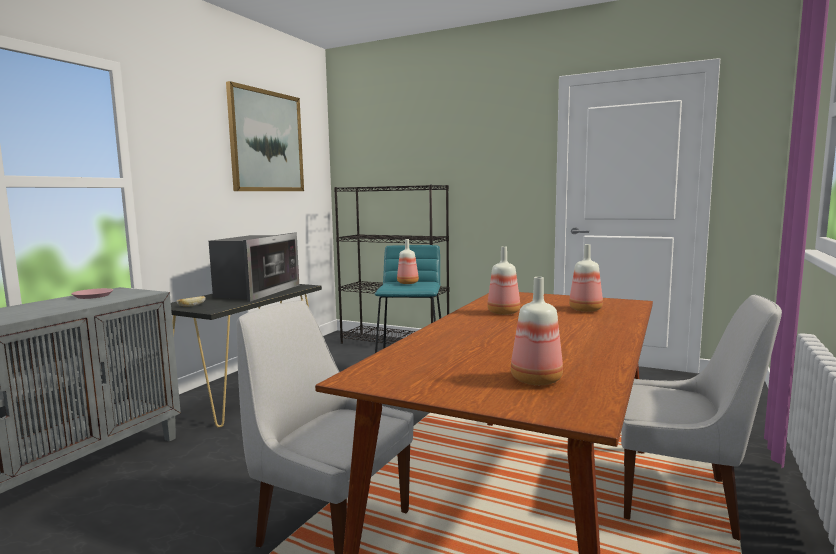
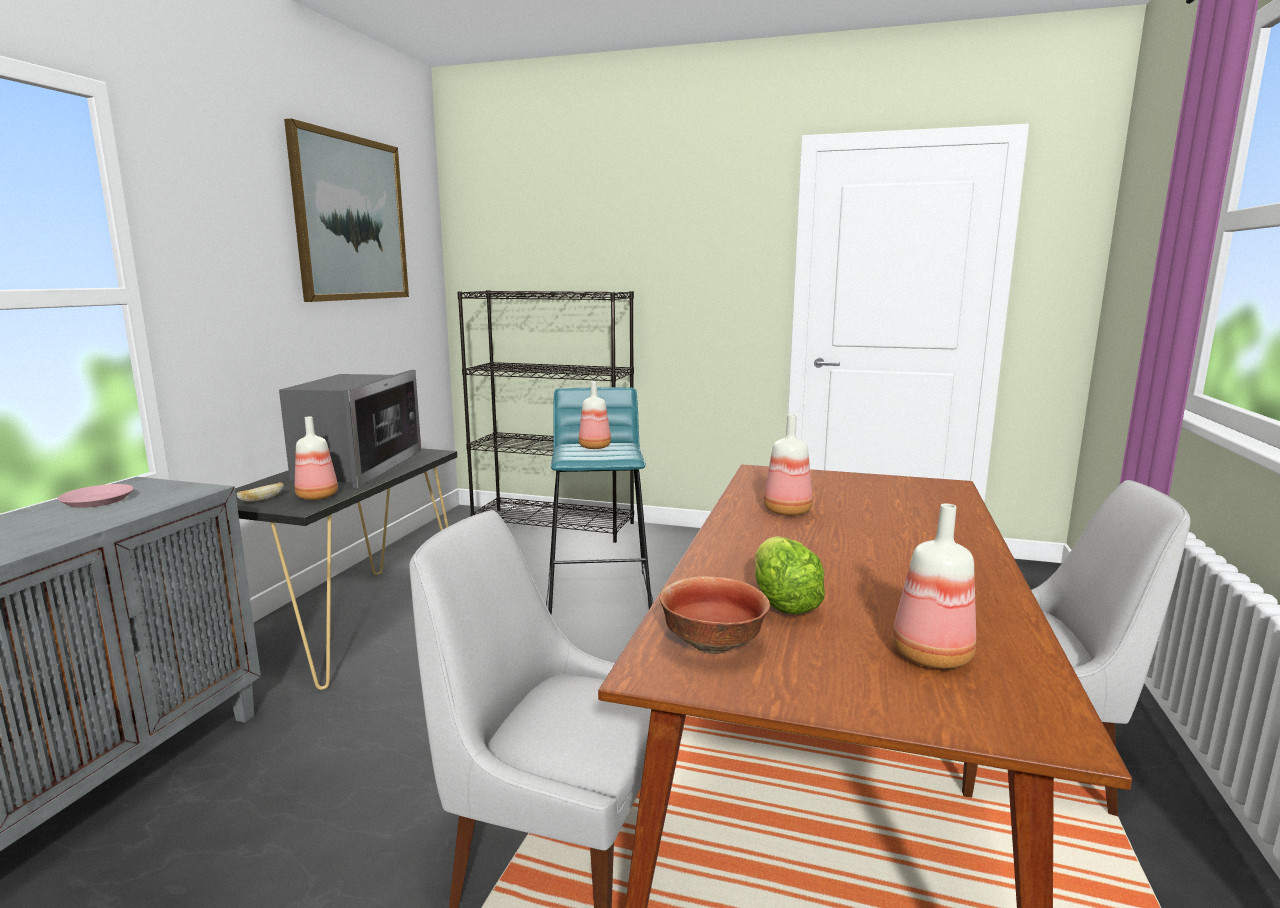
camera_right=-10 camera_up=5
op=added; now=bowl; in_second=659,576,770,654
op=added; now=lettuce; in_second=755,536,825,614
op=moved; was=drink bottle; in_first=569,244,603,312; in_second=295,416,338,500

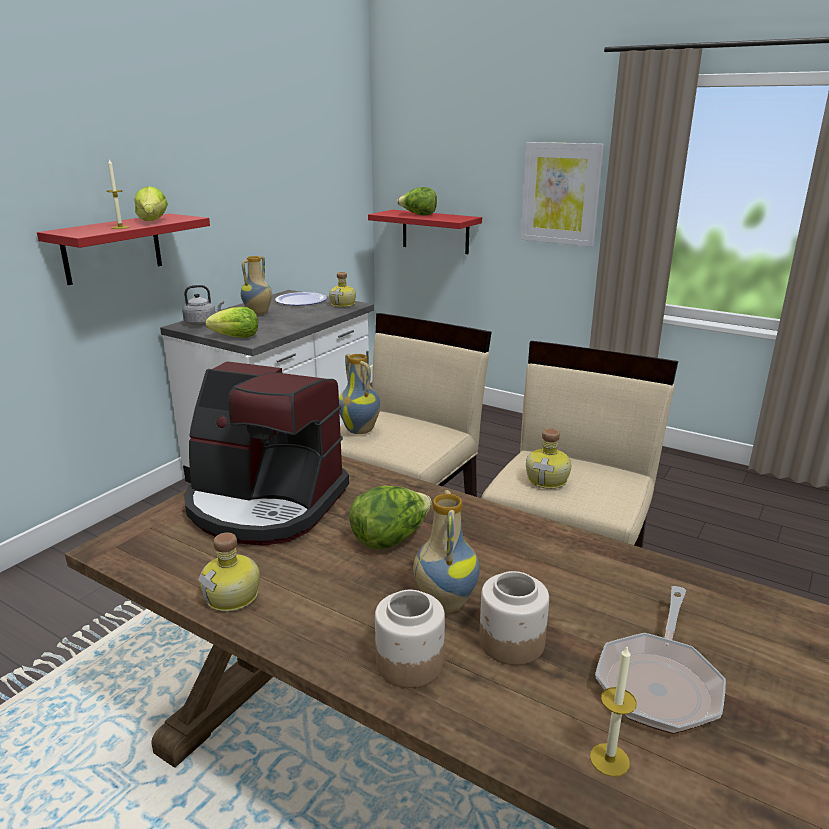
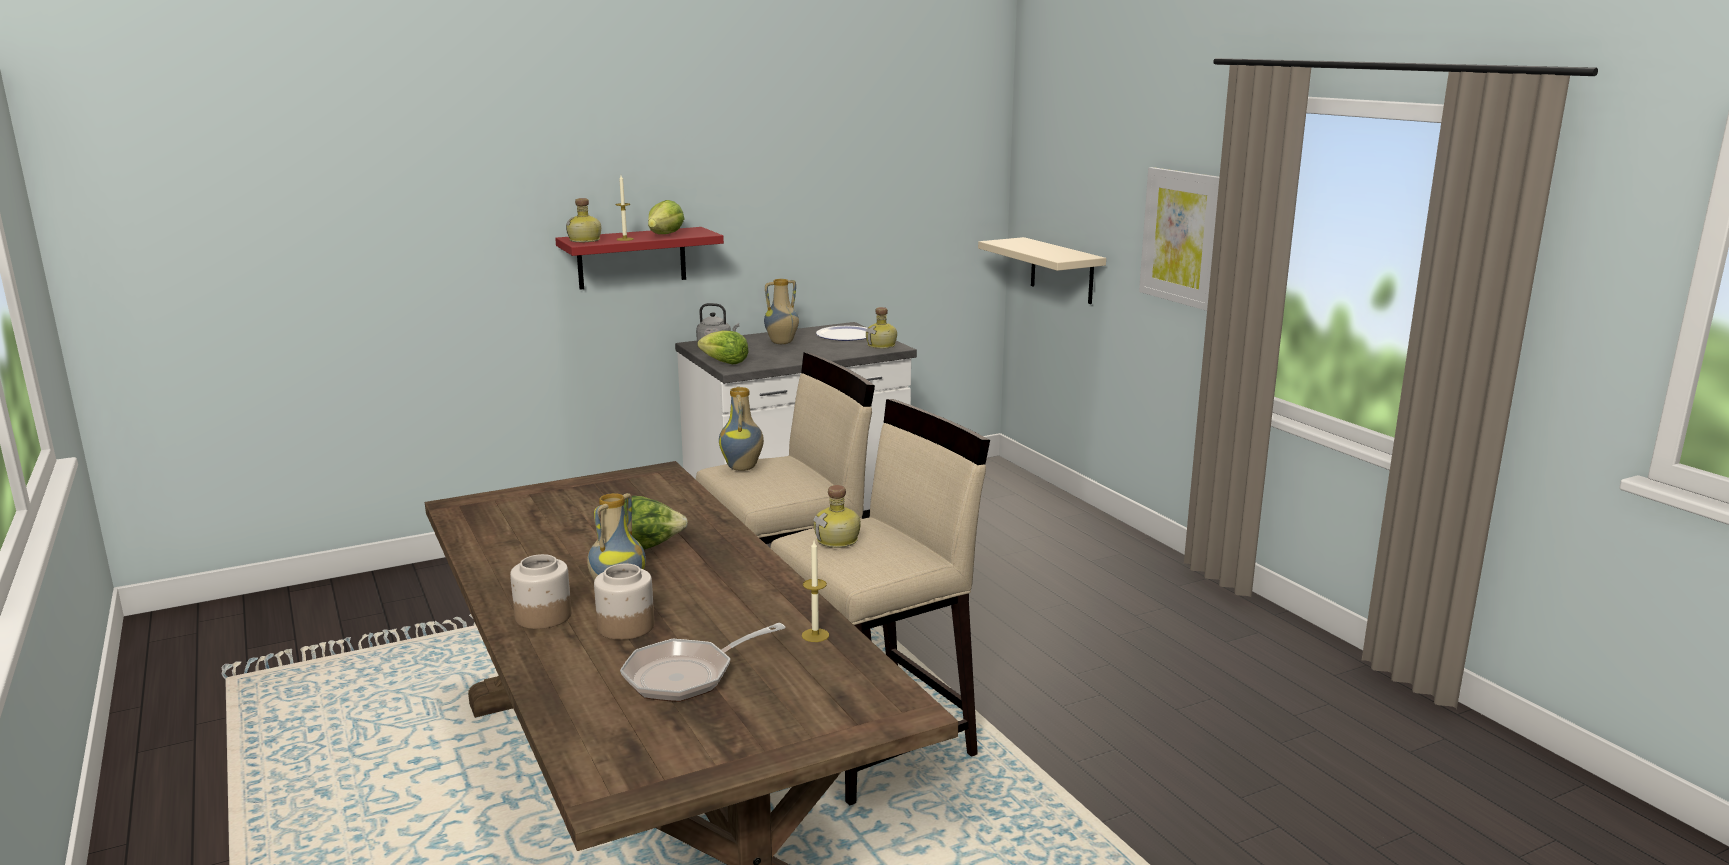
camera_right=30 camera_up=-5
op=removed; was=coffee maker; in_first=184,361,349,546
op=removed; was=lettuce; in_first=397,187,437,216
op=moved; was=drink bottle; in_first=199,532,260,612; in_second=566,198,601,242
op=moved; was=candle; in_first=590,647,637,777; in_second=802,541,829,642
op=recoloured; was=red wall shelf; now=sand-coloured wall shelf; in_first=368,210,482,254; in_second=978,237,1106,304

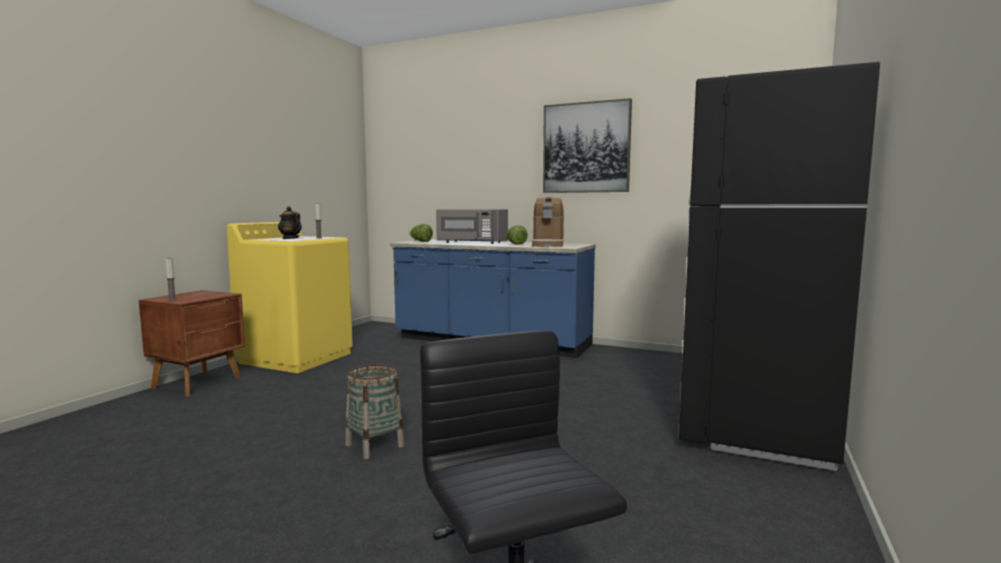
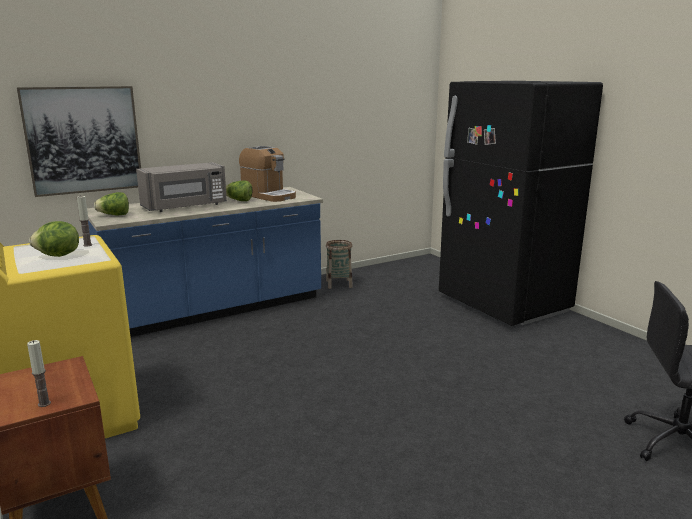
camera_right=-55 camera_up=10
op=moved; was=household basket; in_first=345,364,404,459; in_second=326,240,353,289
op=moved; was=wall art; in_first=543,98,632,193; in_second=17,86,141,197
op=replaced; was=pot for tea; now=lettuce; in_first=278,206,302,239; in_second=29,221,79,257

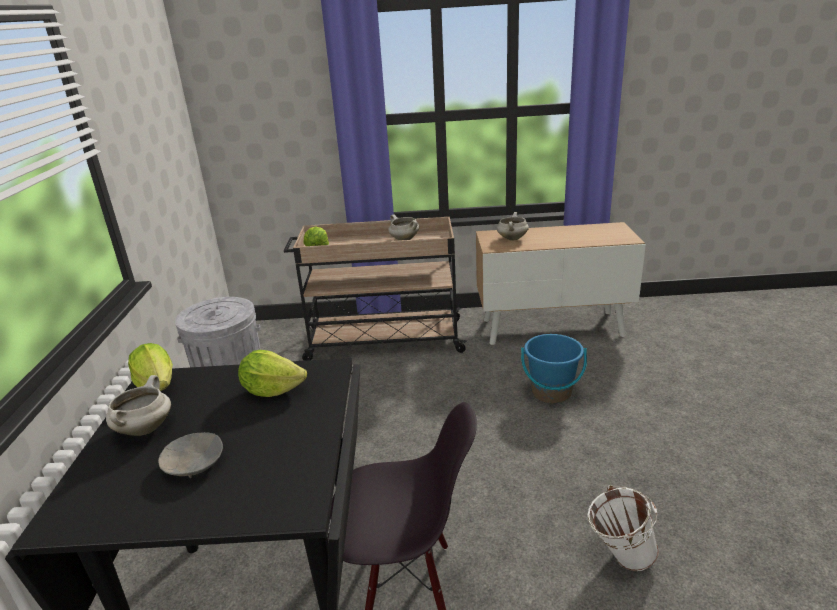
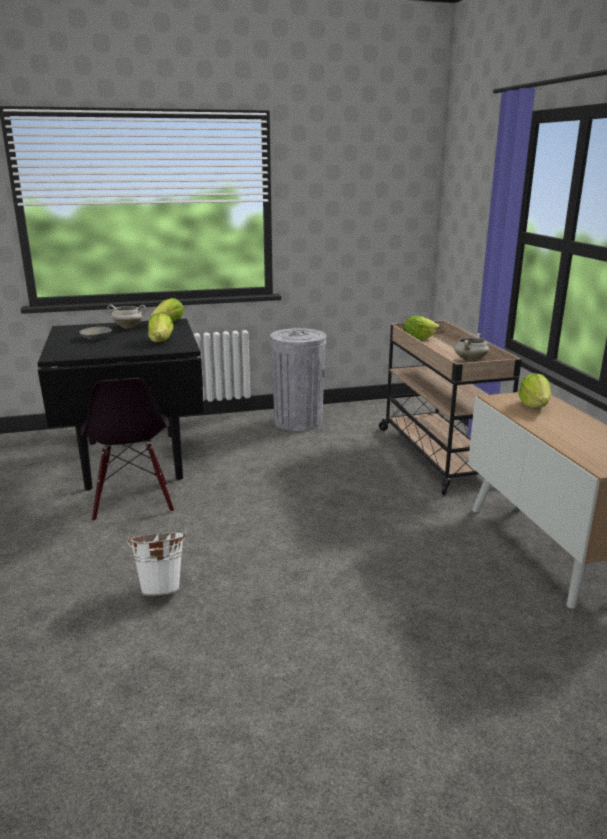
camera_right=75 camera_up=-5
op=removed; was=blue-coloured bucket; in_first=521,334,587,403
op=replaced; was=whitish cooking pot; now=lettuce; in_first=497,212,529,240; in_second=519,373,551,408

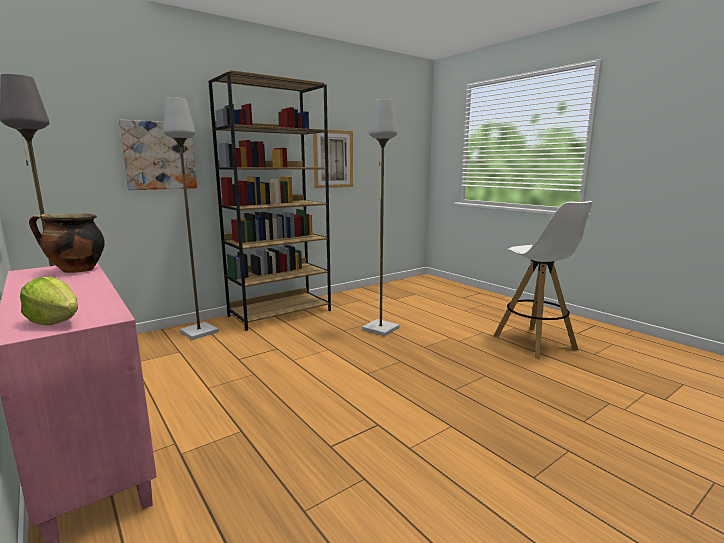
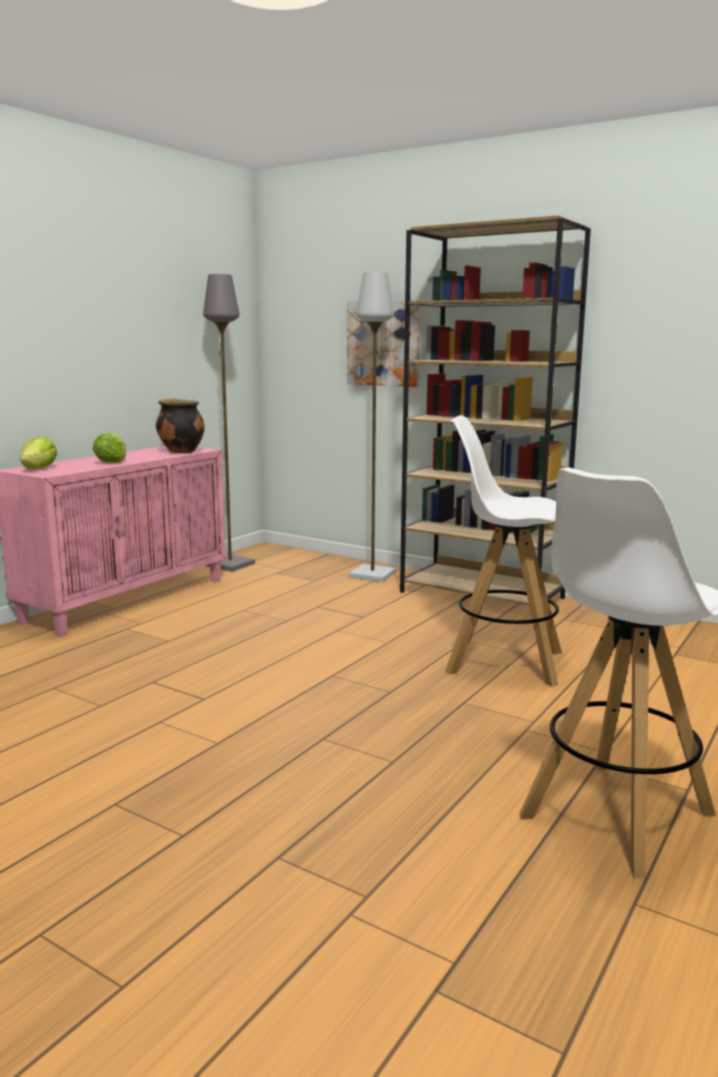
camera_right=70 camera_up=0
op=removed; was=wall art; in_first=313,129,353,188
op=added; now=lettuce; in_second=93,433,126,463
op=replaced; was=grey floor lamp; now=whitish sitting stool; in_first=362,99,399,336; in_second=445,415,562,687

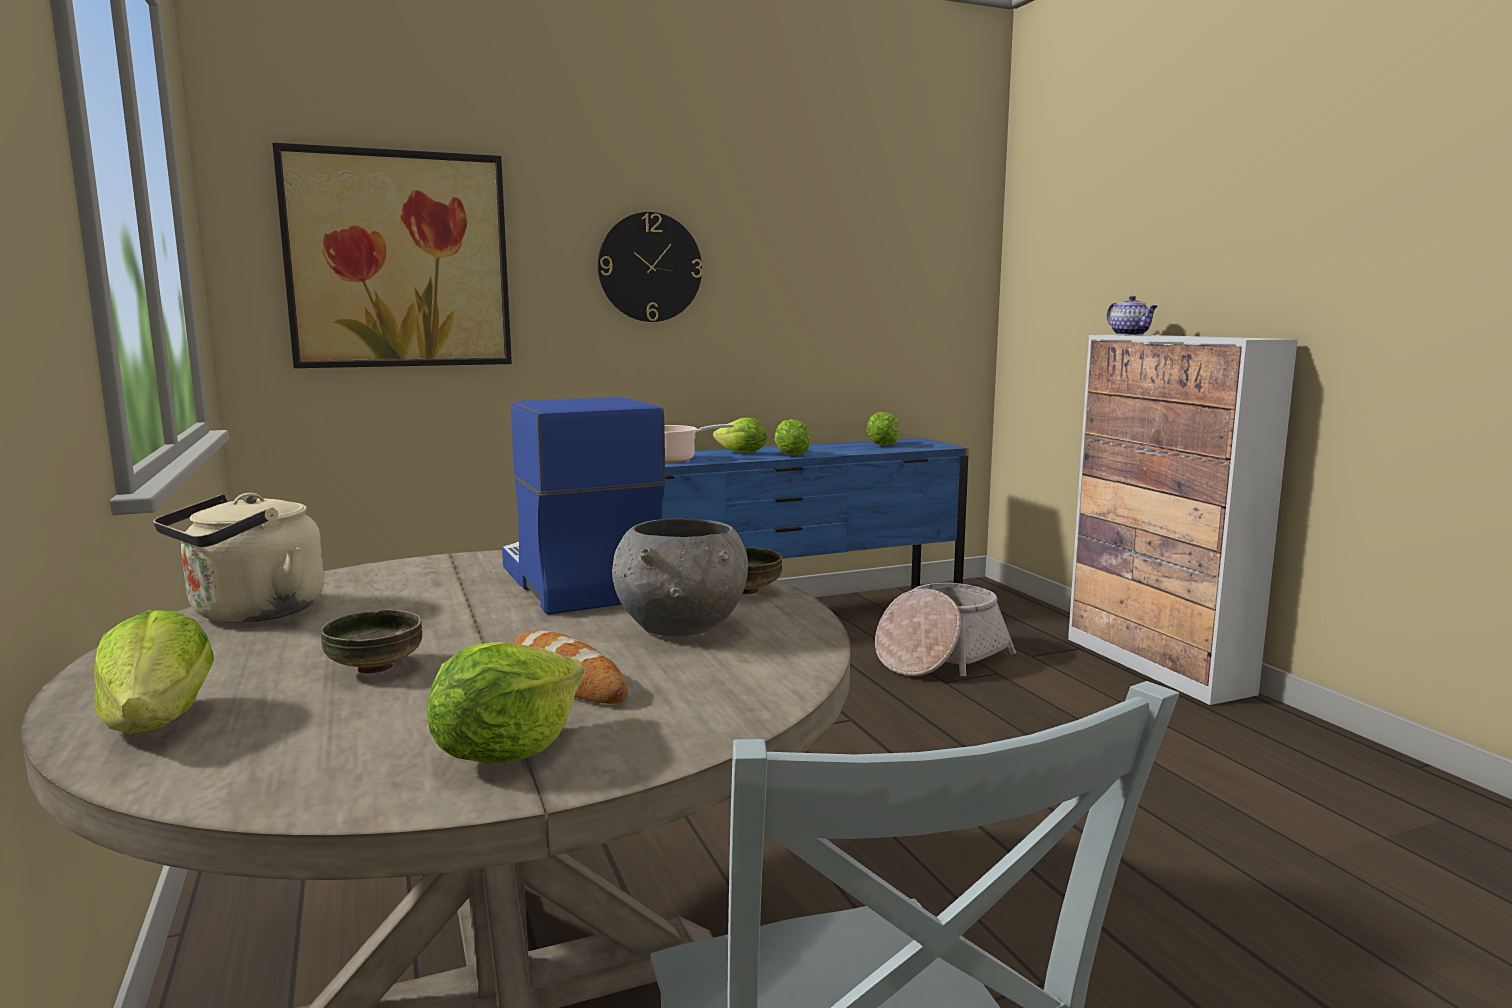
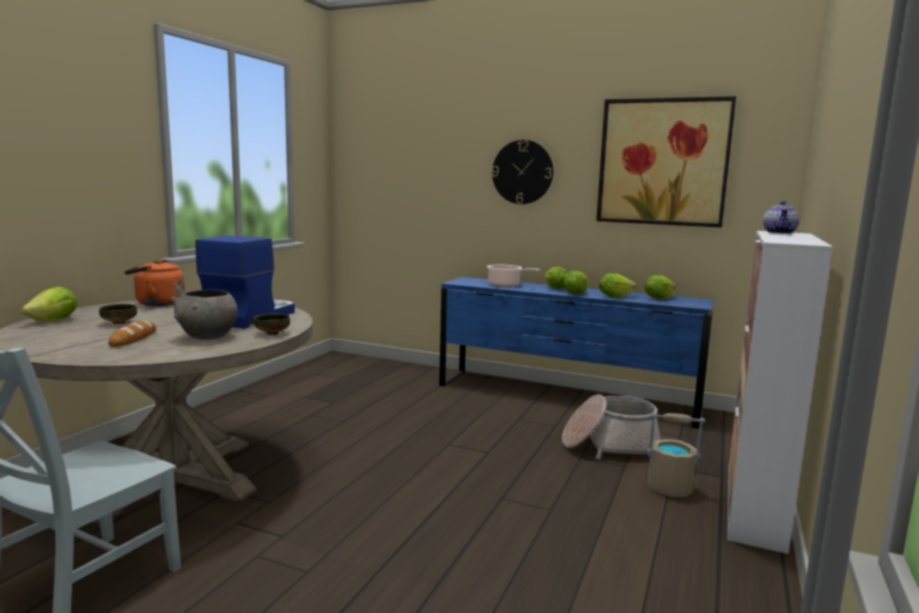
camera_right=45 camera_up=0
op=added; now=sand-coloured bucket; in_second=647,413,705,497
op=moved; was=wall art; in_first=272,143,512,368; in_second=596,96,736,227
op=moved; was=lettuce; in_first=427,642,584,764; in_second=599,273,636,298
op=recoloured; was=sand-coloured water kettle; now=orange water kettle; in_first=153,492,324,623; in_second=124,260,185,306

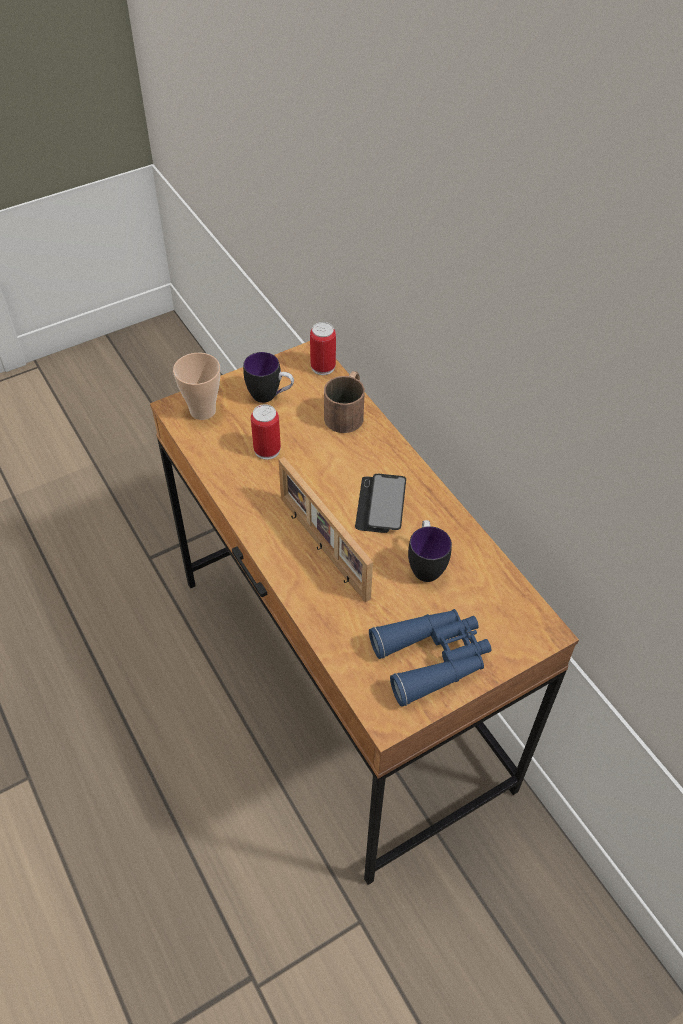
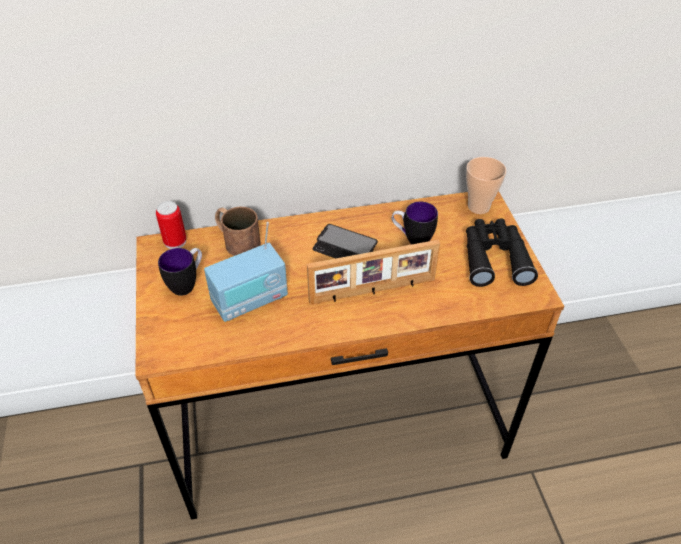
camera_right=-70 camera_up=-5
op=moved; was=small cup; in_first=173,353,220,420; in_second=466,157,507,214
op=replaced; was=sealed can; now=radio set; in_first=251,404,281,460; in_second=204,222,288,322
op=recoloured; was=blue-coloured binoculars; now=black-coloured binoculars; in_first=369,609,491,707; in_second=466,218,538,287

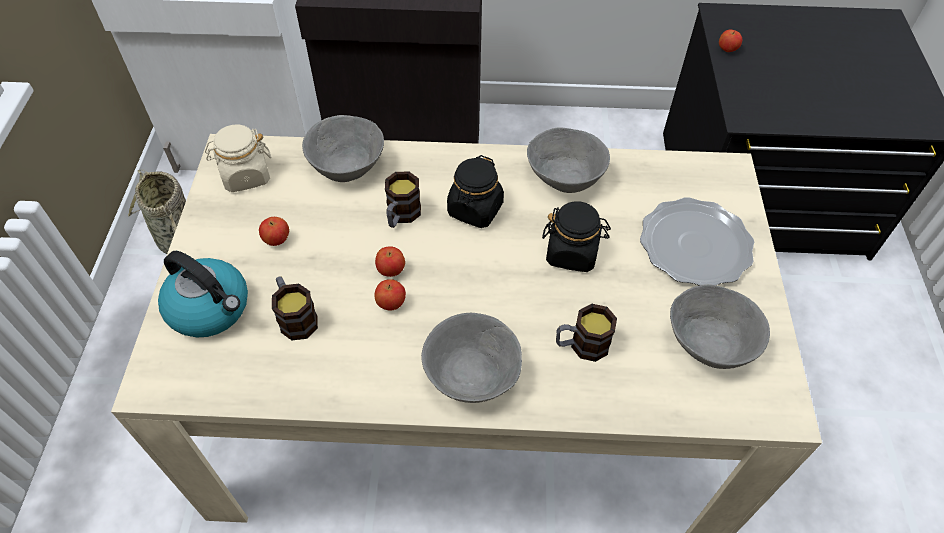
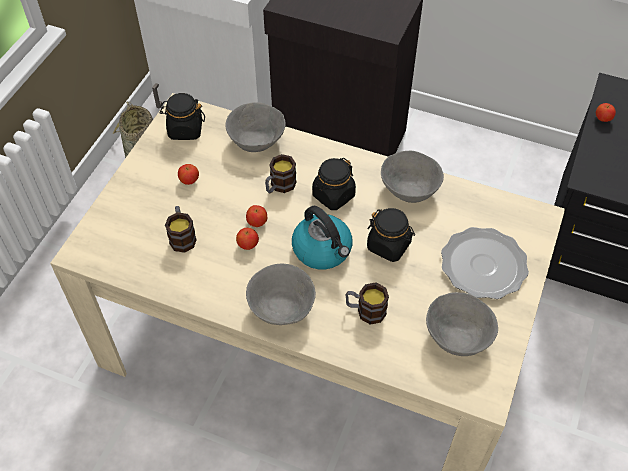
camera_right=20 camera_up=0
op=moved; was=water kettle; in_first=158,251,248,337; in_second=292,206,353,269
op=recoloured; was=sand-coloured preserve jar; now=black-coloured preserve jar; in_first=205,125,271,192; in_second=159,93,205,140

